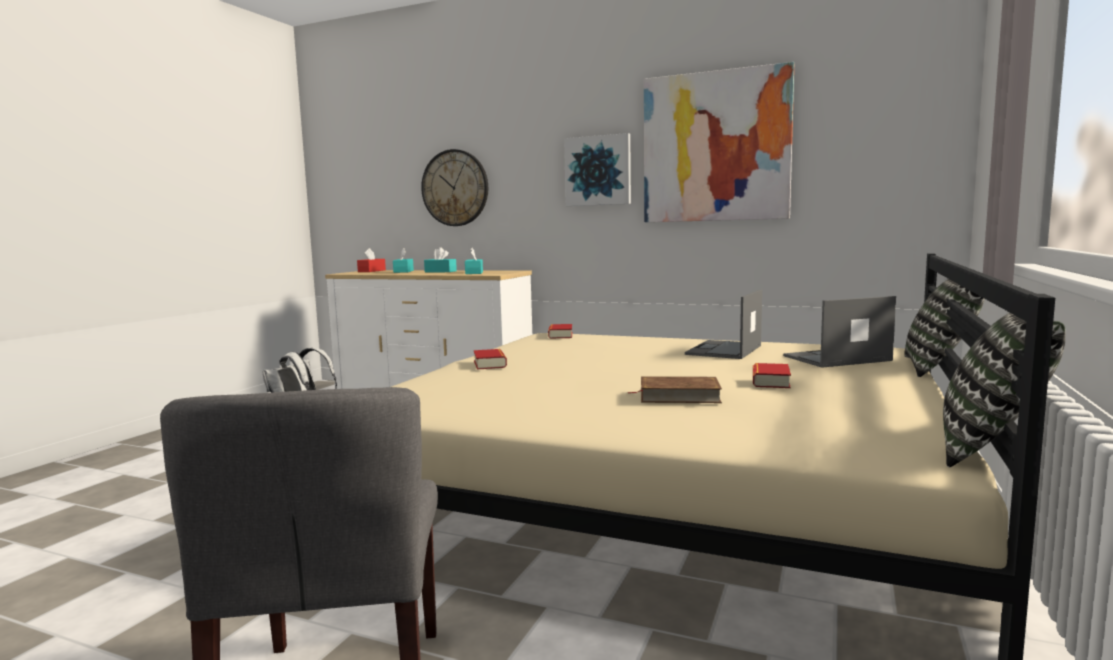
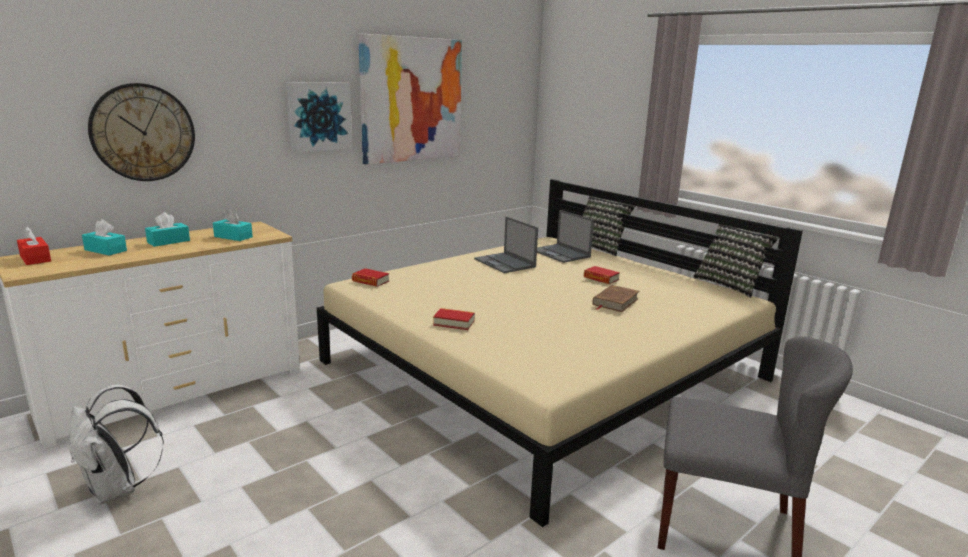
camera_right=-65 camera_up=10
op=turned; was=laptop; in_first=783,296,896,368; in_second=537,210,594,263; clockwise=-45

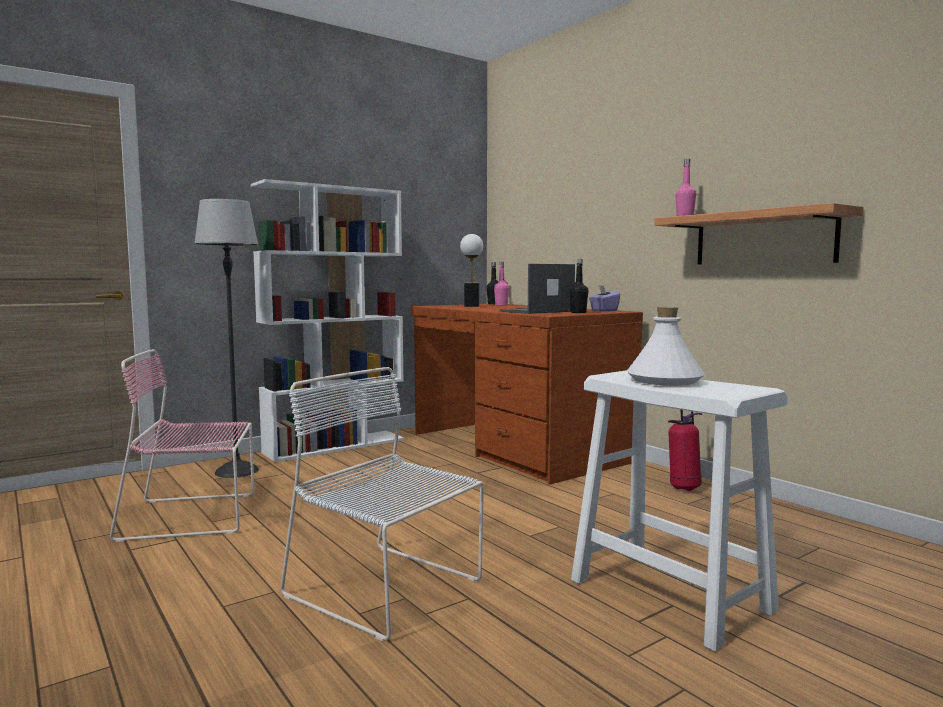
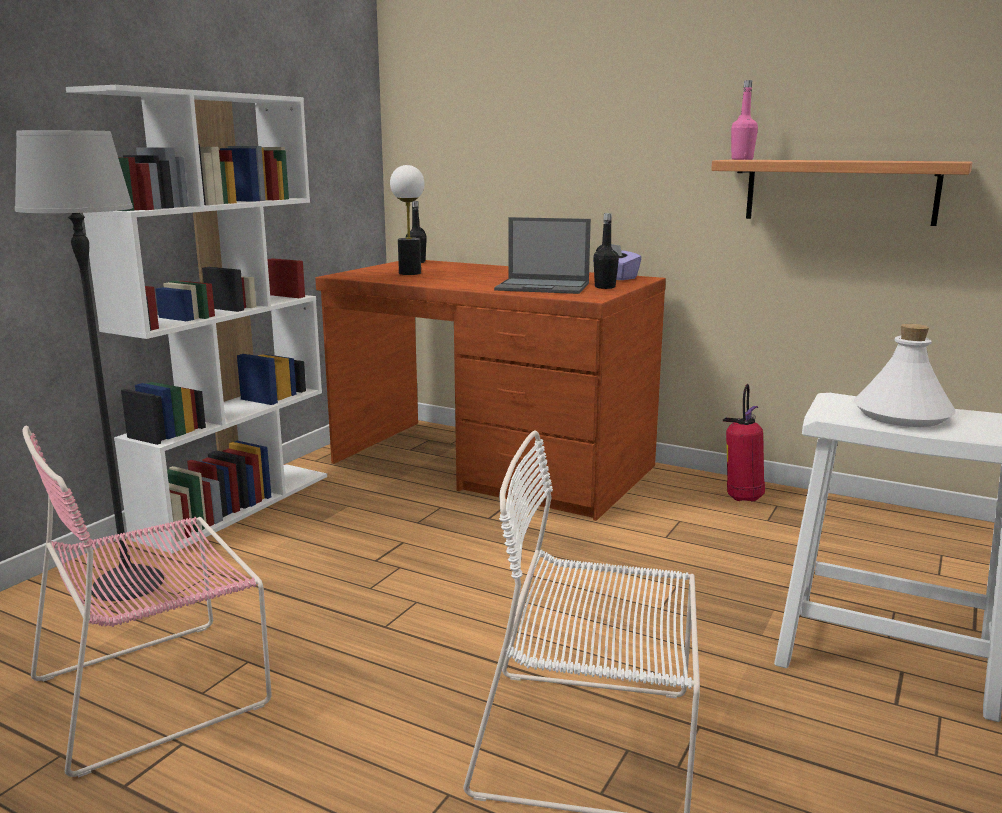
camera_right=-25 camera_up=10
op=removed; was=pink-coloured drink bottle; in_first=494,262,509,306
op=turned; was=laptop; in_first=499,264,575,314; in_second=494,217,591,294; clockwise=-105

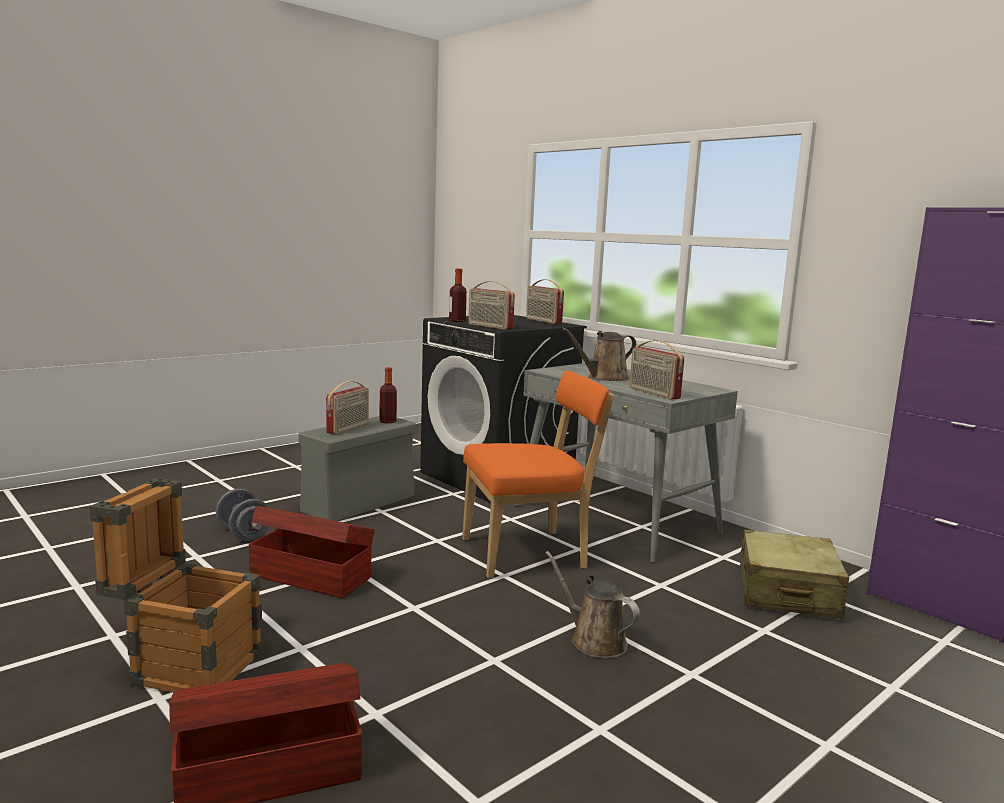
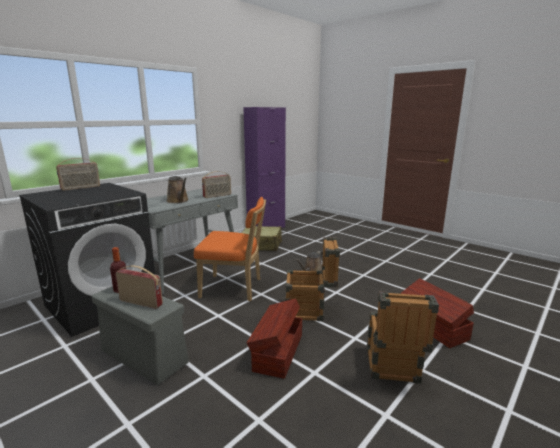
camera_right=-95 camera_up=5
op=removed; was=grey hand weight; in_first=216,489,270,541
op=removed; was=drink bottle; in_first=449,269,467,322
op=removed; was=radio set; in_first=468,281,515,330
op=added; now=shipping crate; in_second=285,237,340,321
op=turned; was=orange upright chair; in_first=462,370,614,579; in_second=194,197,266,301; clockwise=120

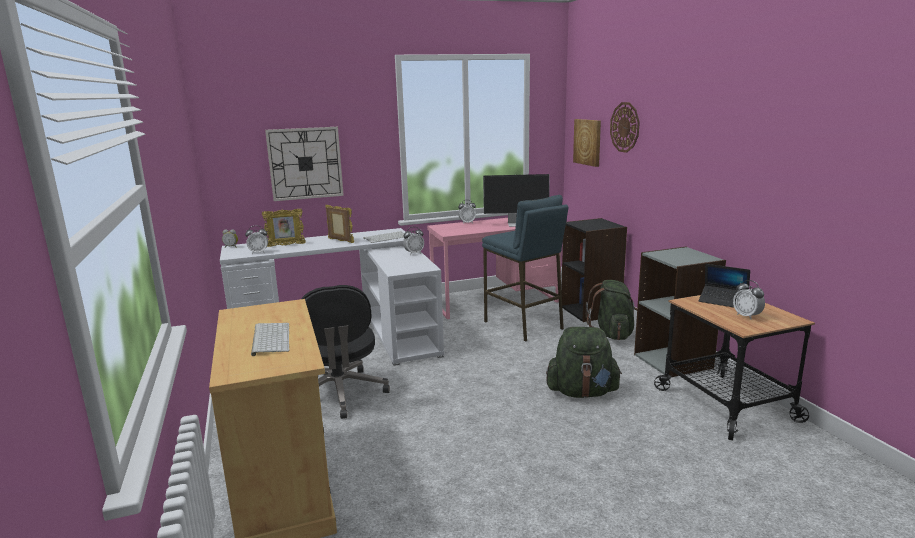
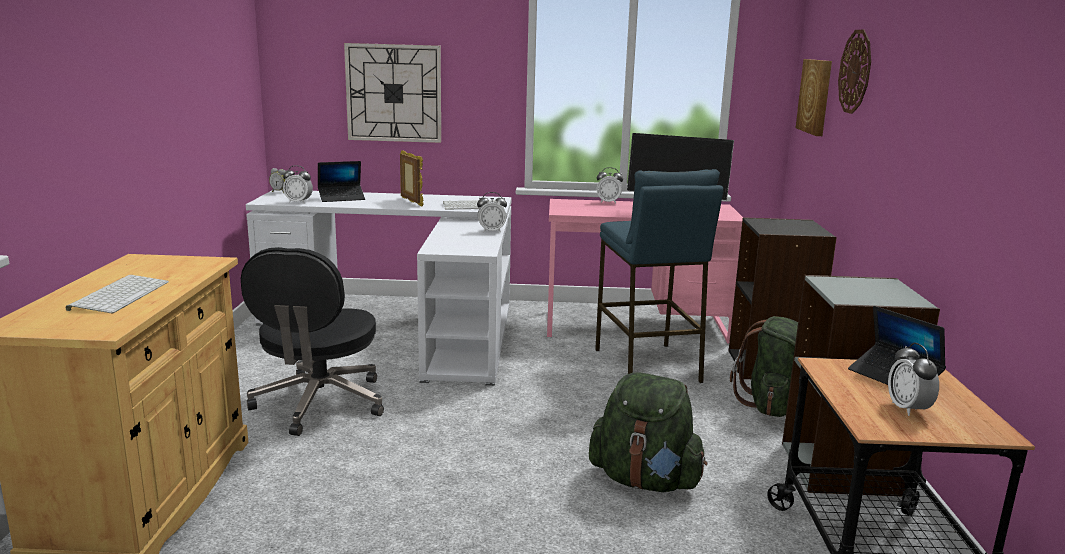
camera_right=20 camera_up=0
op=replaced; was=photo frame; now=laptop; in_first=262,209,306,247; in_second=318,161,365,202

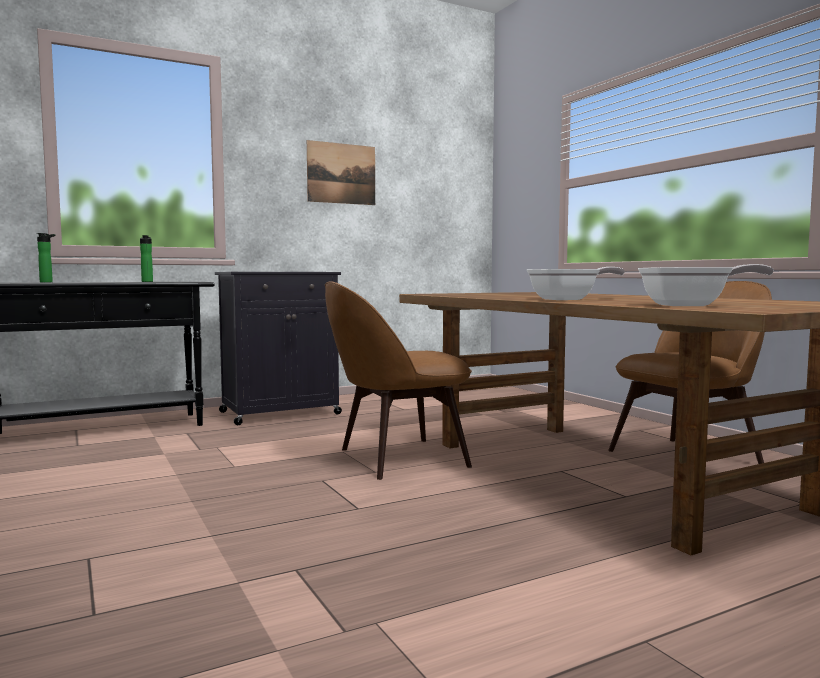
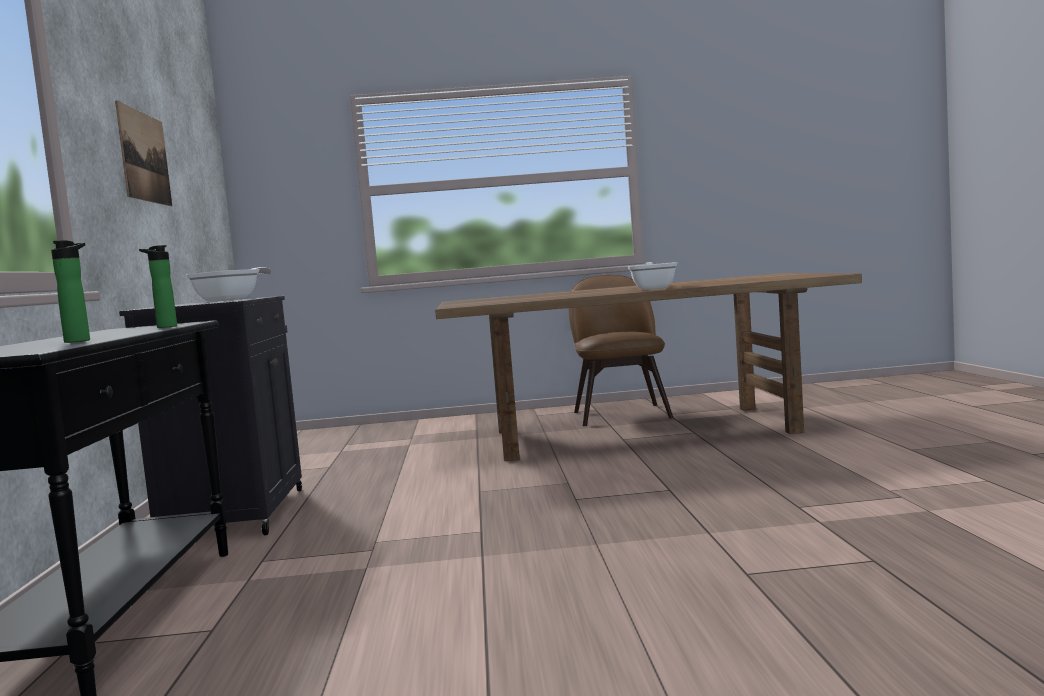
camera_right=-65 camera_up=0
op=removed; was=brown upright chair; in_first=325,281,472,480
op=moved; was=frying pan; in_first=638,264,774,306; in_second=186,267,271,302

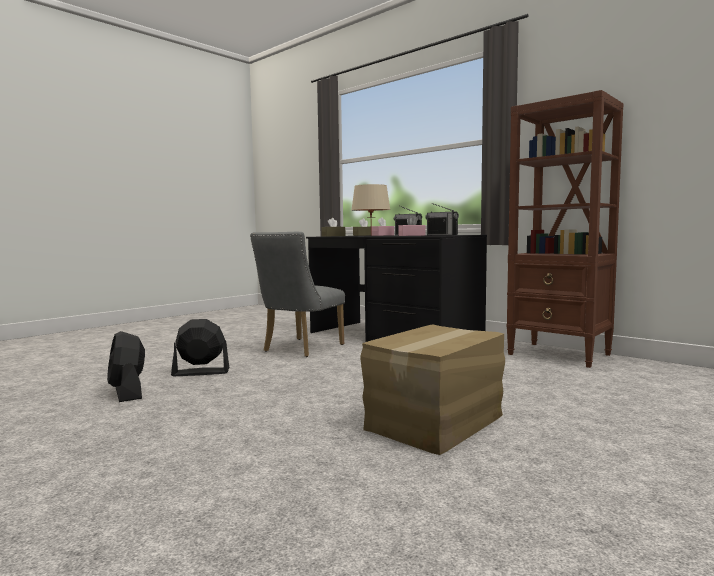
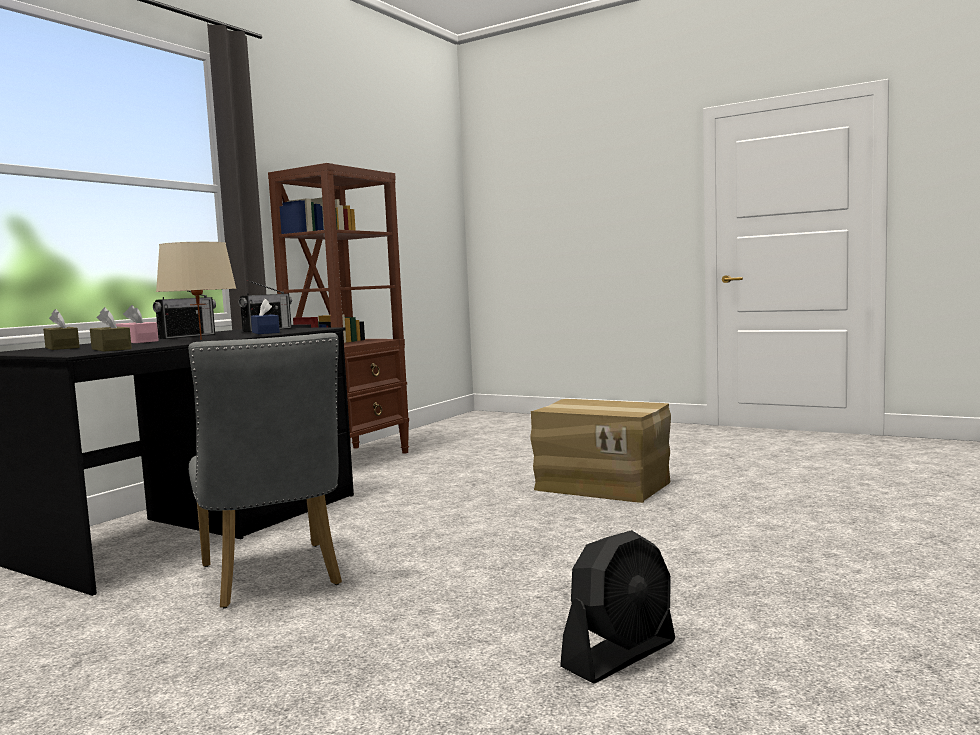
camera_right=-100 camera_up=0
op=removed; was=black-coloured electric fan; in_first=171,319,229,376
op=recoloured; was=pink-coloured box of tissues; now=blue-coloured box of tissues; in_first=398,215,425,236; in_second=251,299,280,334
op=turned; was=grey upright chair; in_first=250,232,345,357; in_second=188,333,342,608; clockwise=45

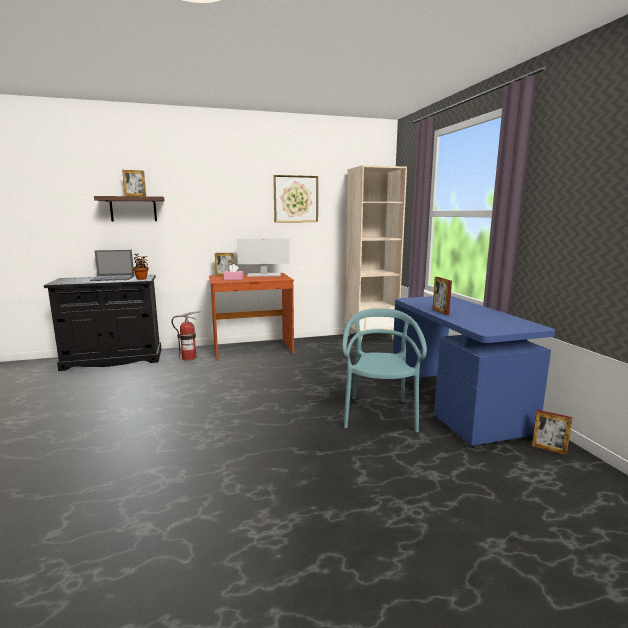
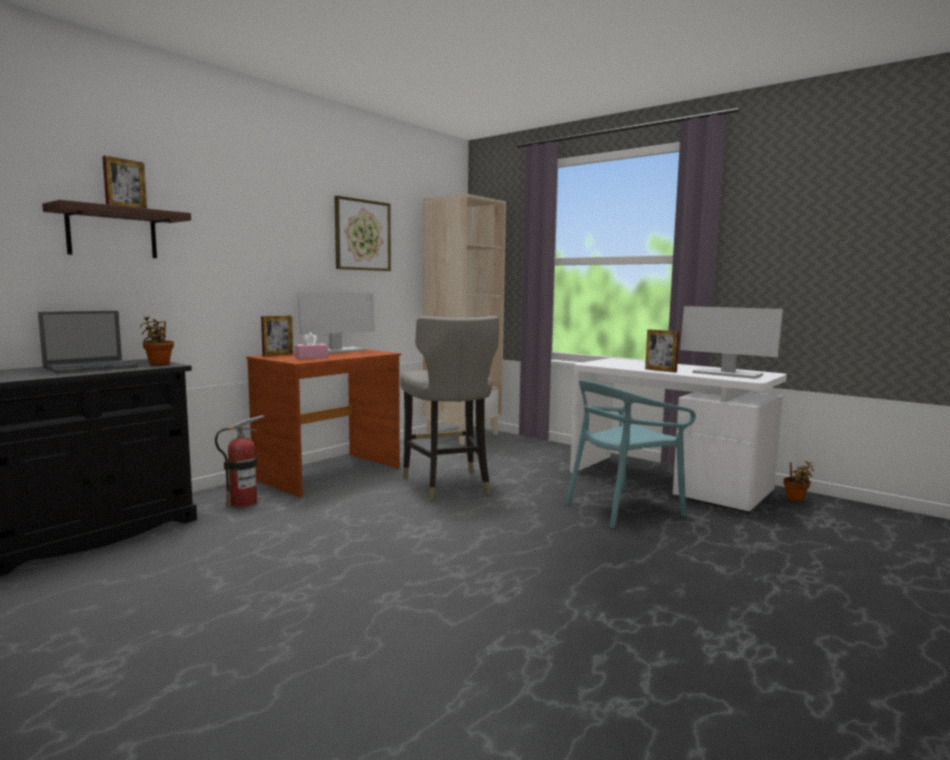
camera_right=-35 camera_up=-5
op=added; now=grey sitting stool; in_second=400,316,499,501
op=added; now=computer display; in_second=680,306,783,379
op=replaced; was=photo frame; now=plant in a pot; in_first=532,410,573,455; in_second=783,460,814,502
op=recoloured; was=blue-coloured desk table; now=whitish desk table; in_first=391,296,555,447; in_second=570,358,787,513
op=turned; was=turquoise upright chair; in_first=343,308,427,432; in_second=566,380,696,528; clockwise=-90

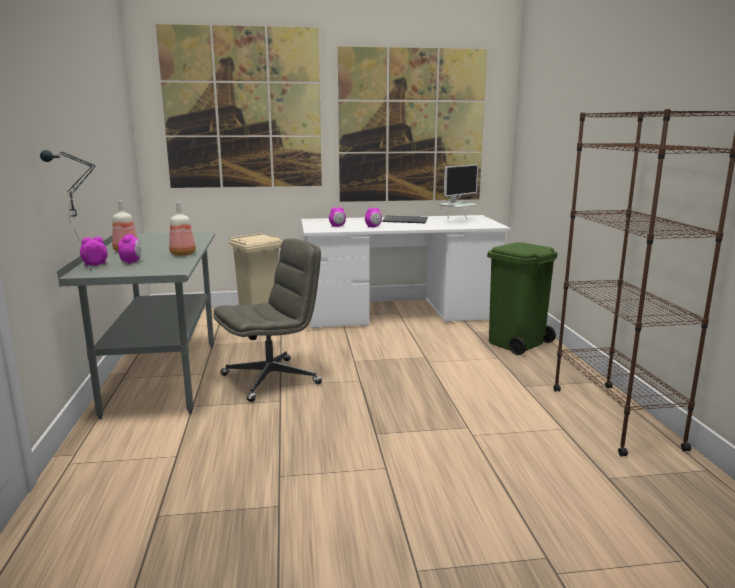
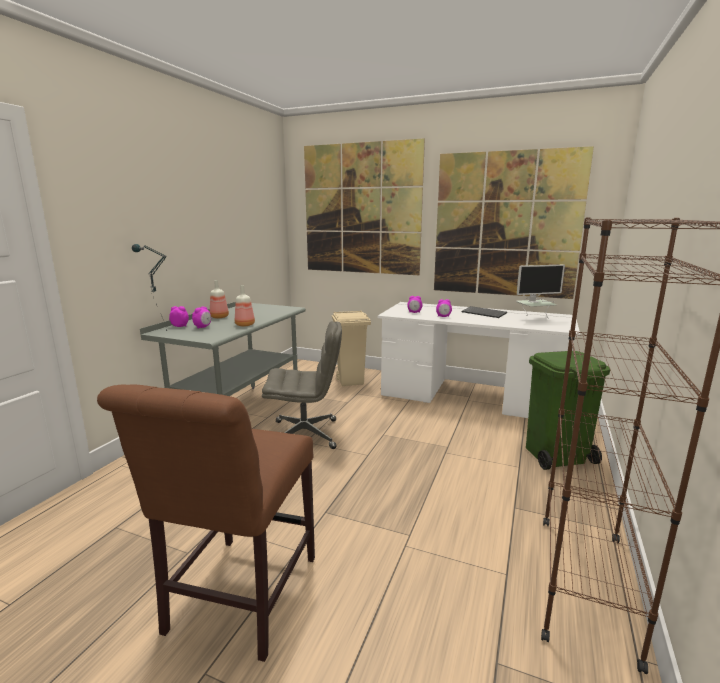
camera_right=30 camera_up=0
op=added; now=brown upright chair; in_second=97,385,315,662

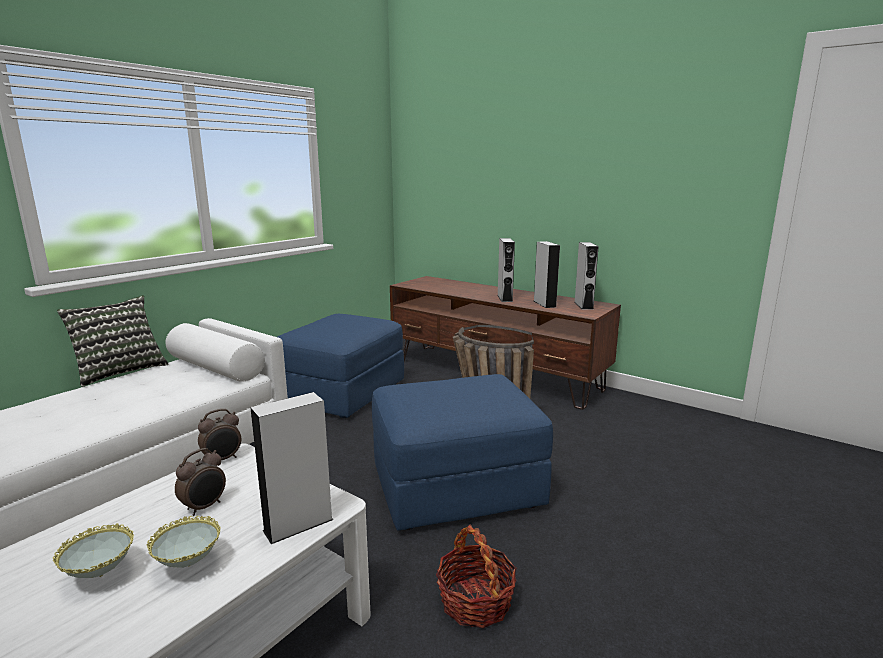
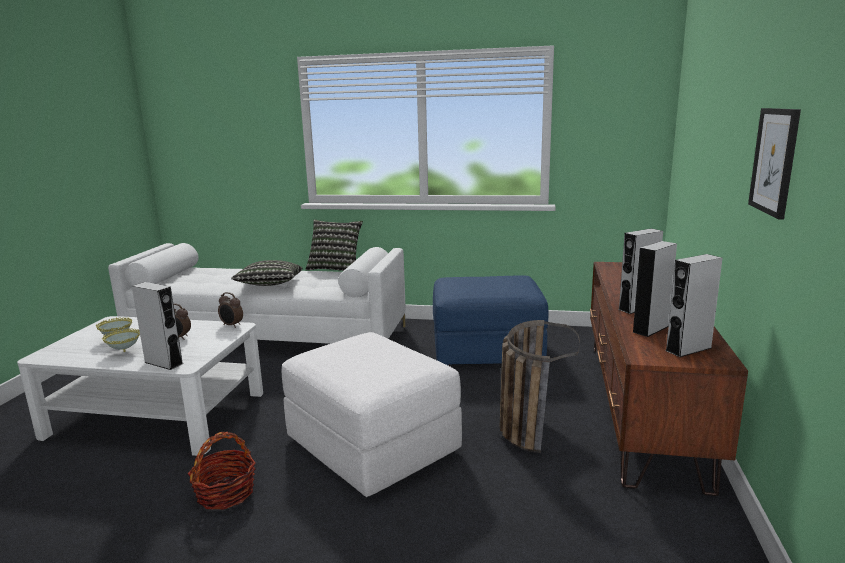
camera_right=65 camera_up=0
op=added; now=pillow; in_second=231,260,303,286
op=added; now=wall art; in_second=748,108,801,220
op=recoloured; was=blue-coloured footrest; now=whitish footrest; in_first=372,374,553,531; in_second=282,332,462,497

